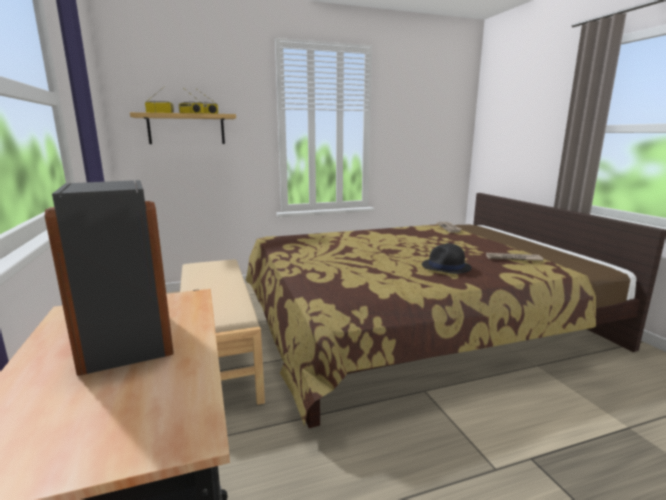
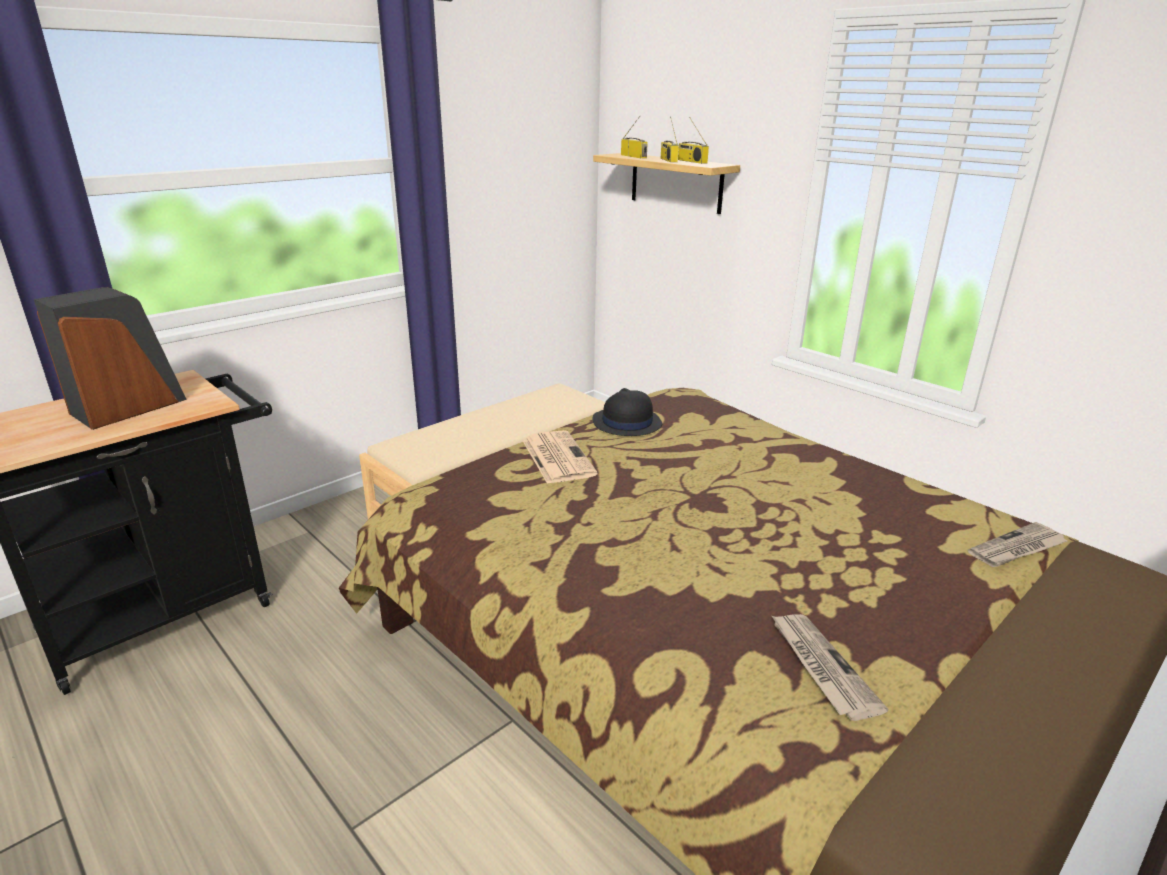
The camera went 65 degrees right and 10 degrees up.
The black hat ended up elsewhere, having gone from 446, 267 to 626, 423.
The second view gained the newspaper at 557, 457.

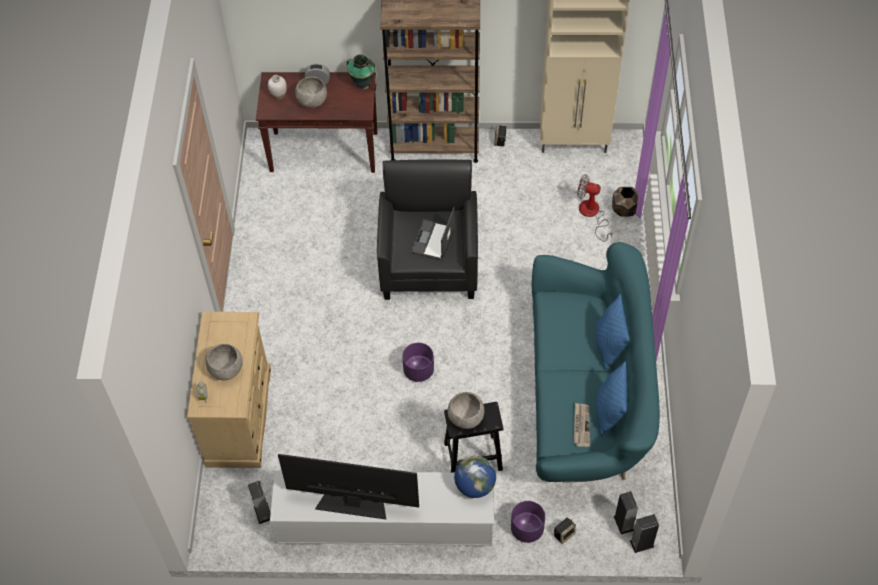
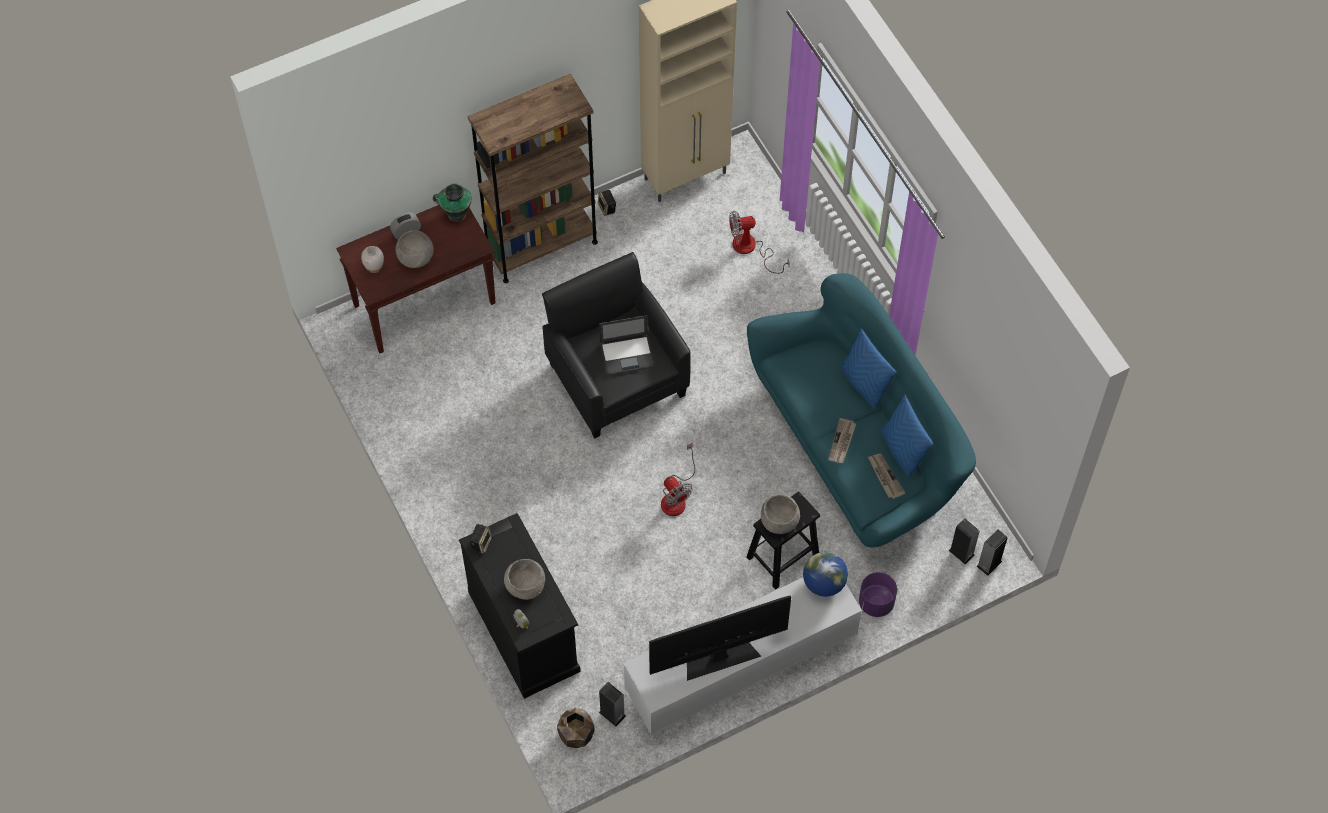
The camera went 30 degrees left and 5 degrees up.
What was the beige dresser at 239, 416 turned into the black dresser at 524, 631.
Where the purple planter stood at 419, 370, the cooling fan came to stand at 676, 496.
The notebook computer at 433, 241 ended up facing another way, 90 degrees counterclockwise from before.
The audio speaker ended up elsewhere, having gone from 564, 534 to 481, 542.
The brownish planter ended up elsewhere, having gone from 624, 209 to 575, 734.
The second view gained the newspaper at 842, 442.

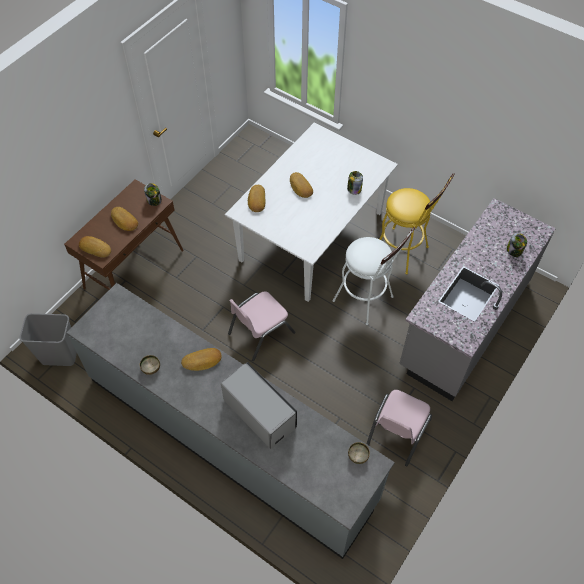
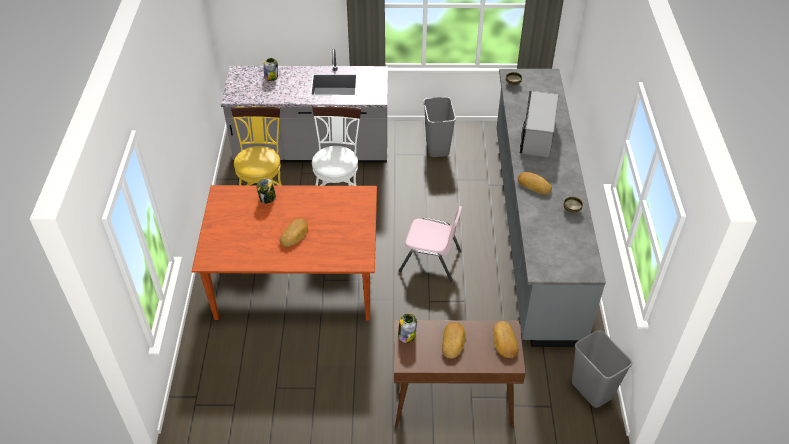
The camera went 125 degrees left and 10 degrees down.
What was the whitish dining table at 311, 235 turned into the brownish dining table at 295, 282.
The second view lost the bakery bread at 256, 200.
Where the pinkish plain chair stood at 397, 432, the greyish waste bin came to stand at 438, 148.

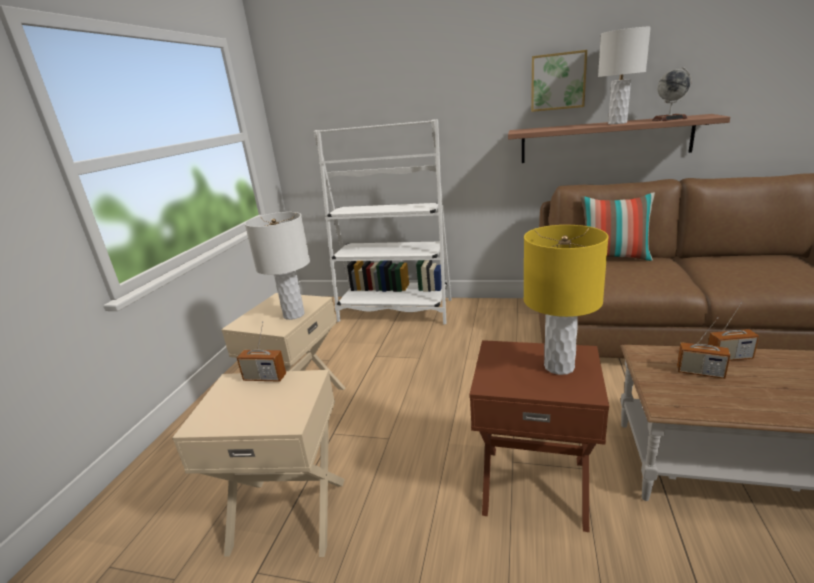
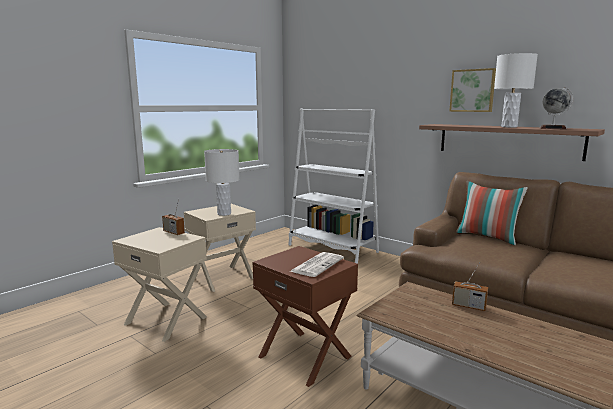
The camera went 25 degrees right and 10 degrees down.
Where the yellow-coloured table lamp stood at 558, 366, the newspaper came to stand at 317, 265.
The second view lost the radio at 700, 372.

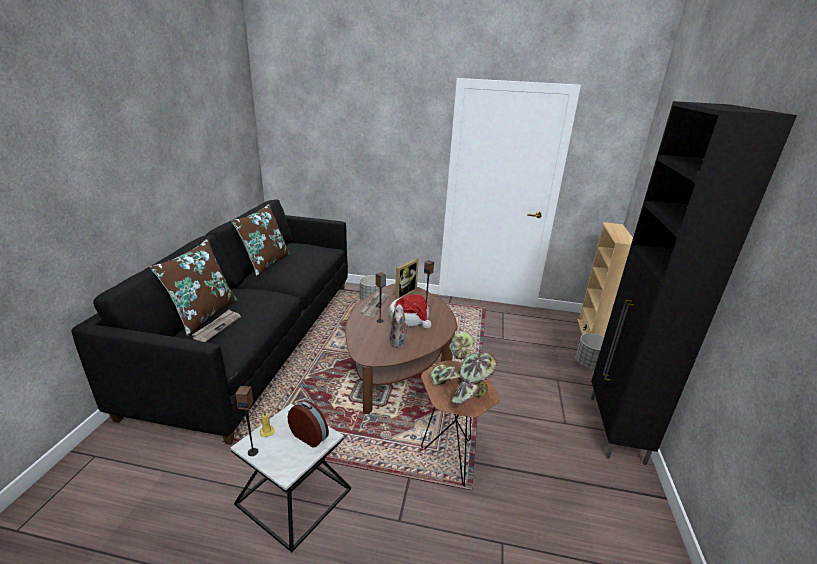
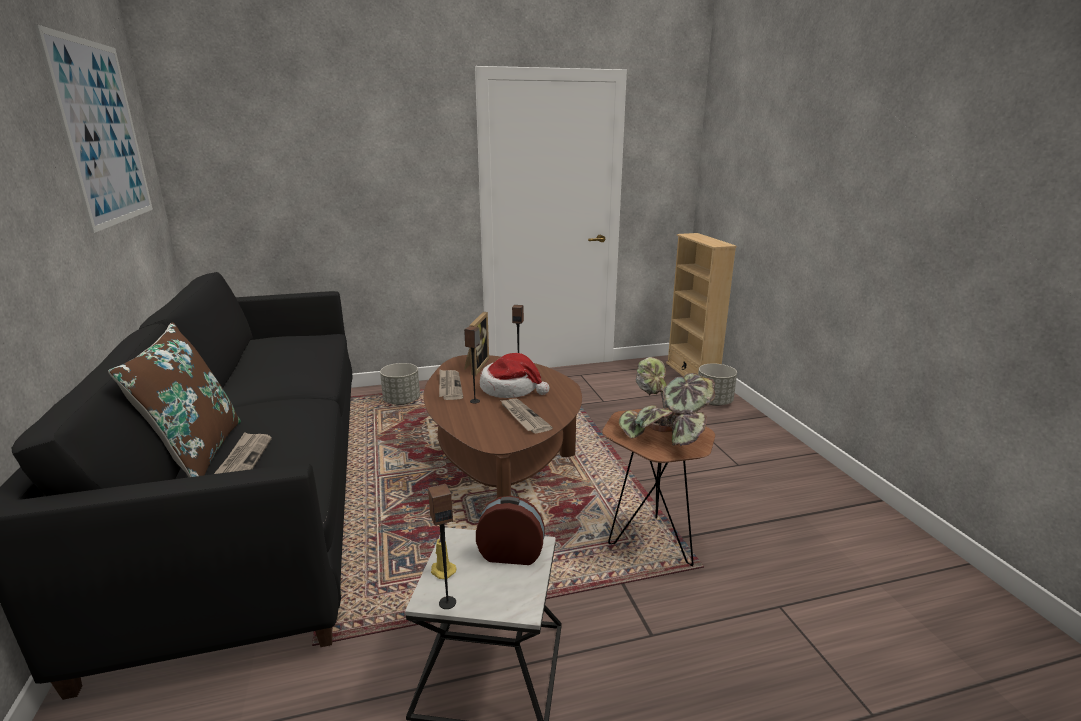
The camera went 25 degrees left and 5 degrees down.
The second view lost the brownish throw pillow at 266, 263.
Where the soft toy stood at 398, 342, the newspaper came to stand at 523, 417.
The second view lost the black storage cabinet at 615, 429.
The second view gained the wall art at 102, 133.

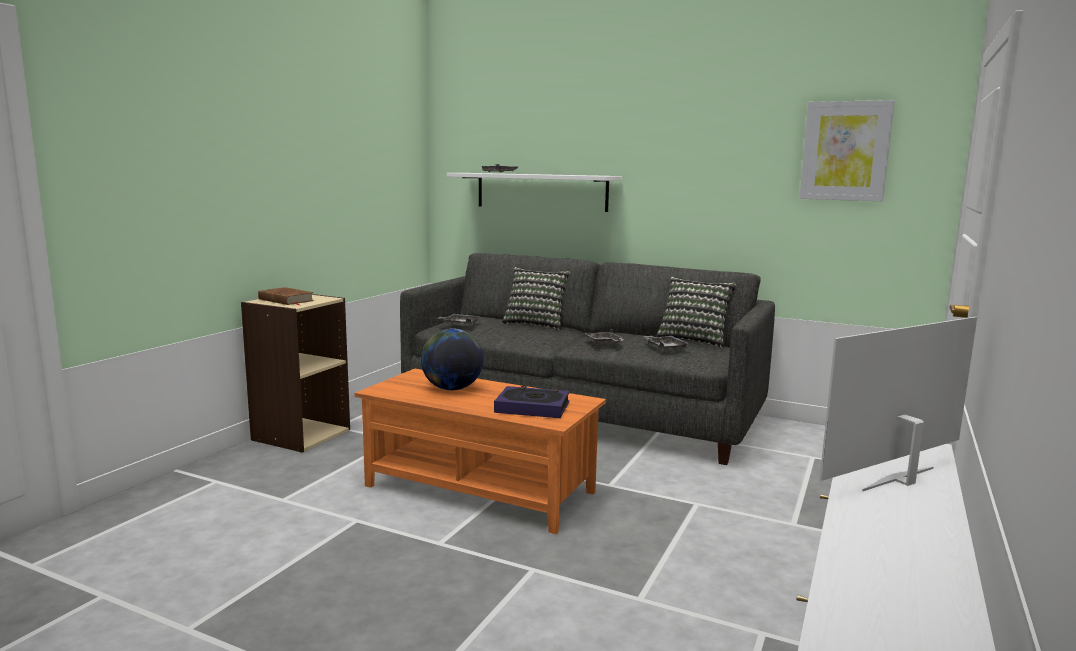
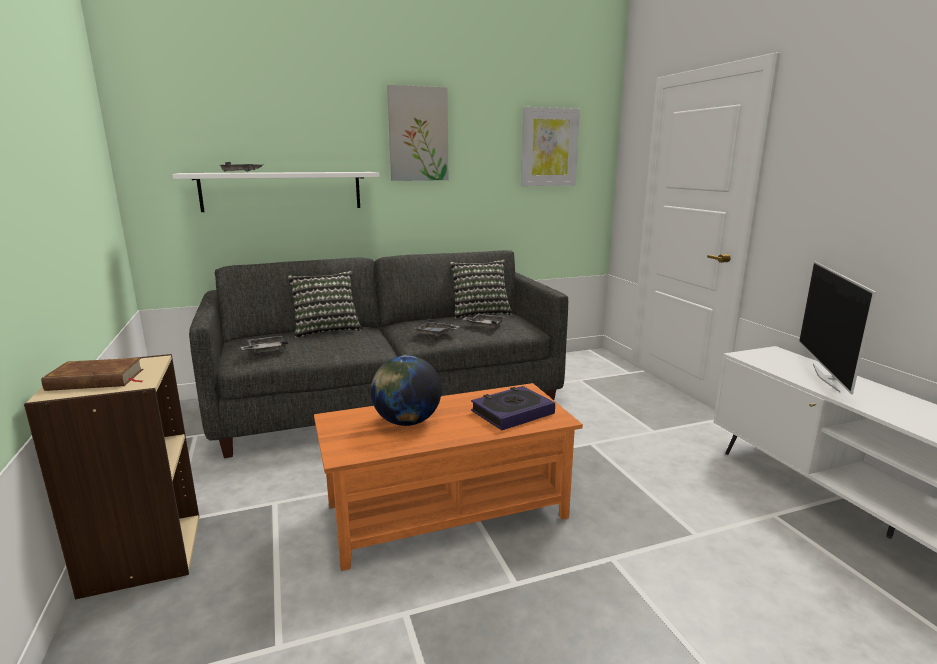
The camera went 45 degrees left and 5 degrees up.
The second view gained the wall art at 418, 134.

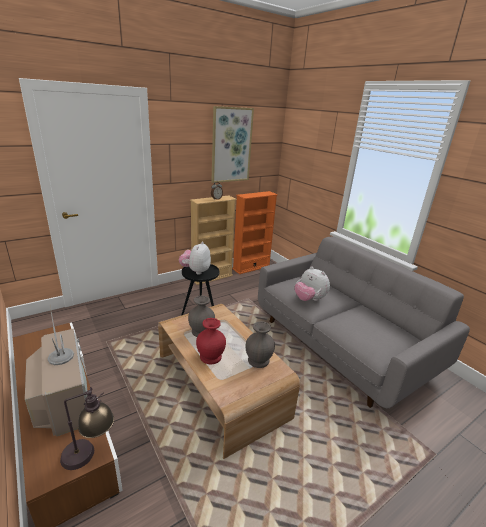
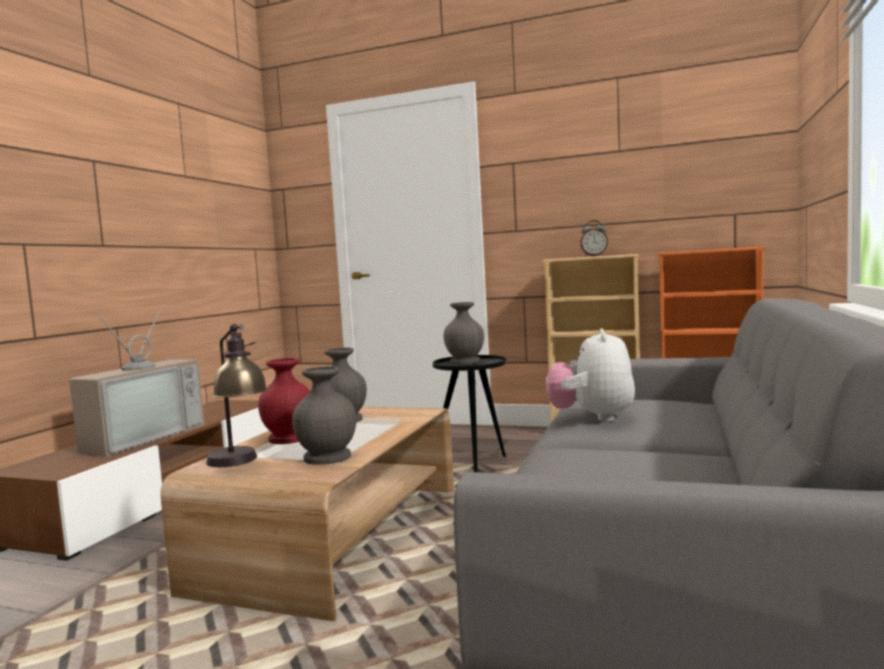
The camera went 55 degrees right and 20 degrees down.
The table lamp ended up elsewhere, having gone from 90, 454 to 239, 463.
Where the soft toy stood at 195, 271, the greyish flower vase came to stand at 465, 361.
The second view lost the wall art at 231, 145.

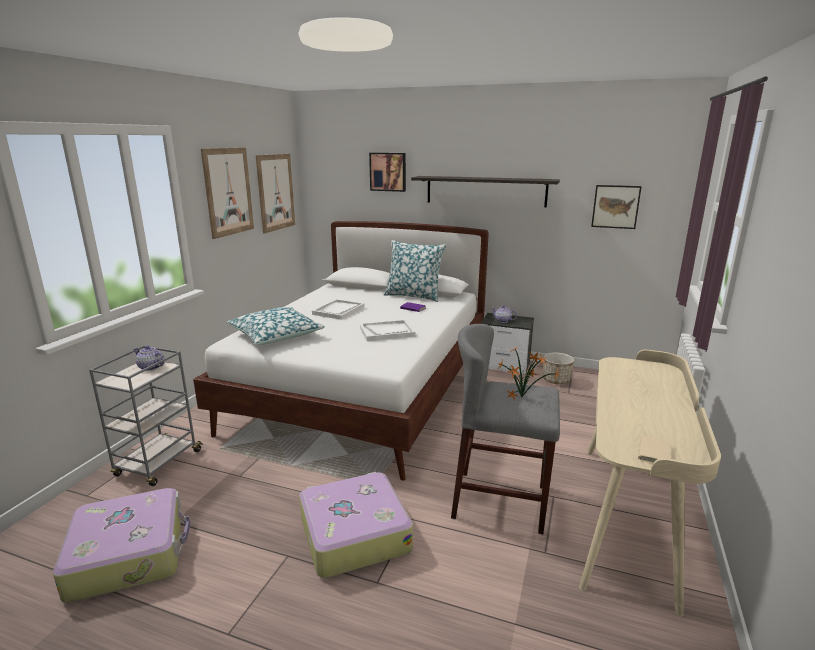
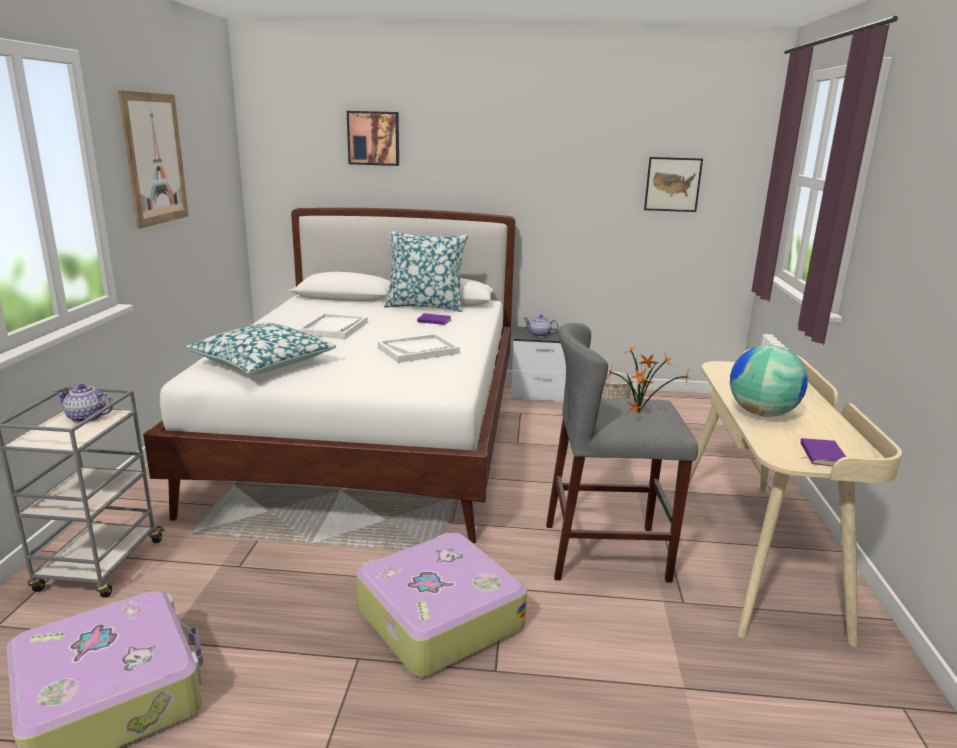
The camera went 15 degrees left and 0 degrees up.
The second view lost the wall art at 276, 192.
The second view lost the bracket shelf at 485, 191.
What was the beige volume at 652, 452 turned into the purple volume at 820, 455.
The second view gained the desk globe at 761, 413.

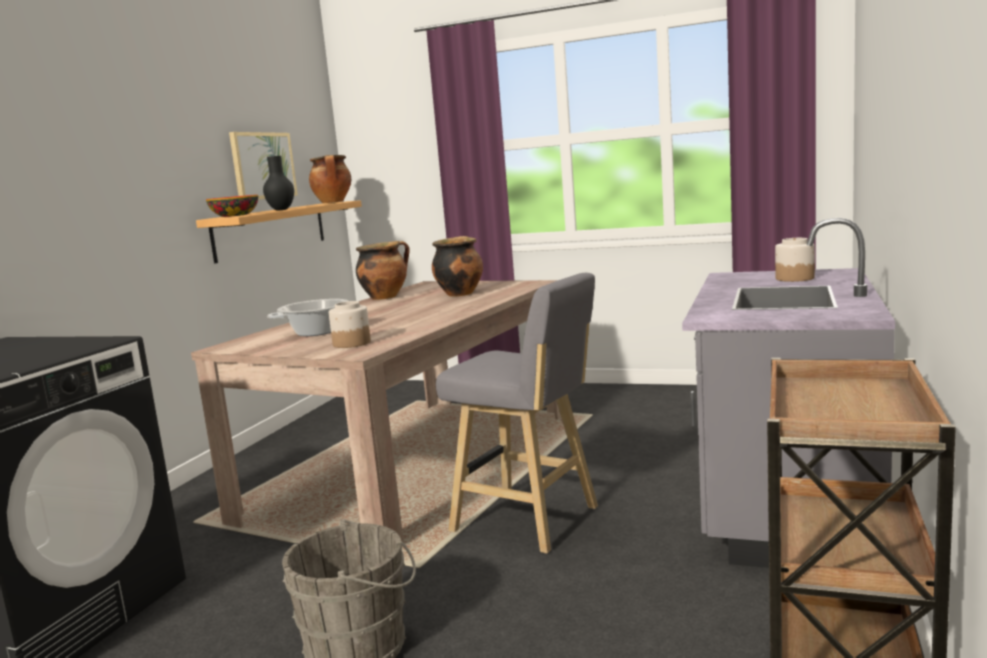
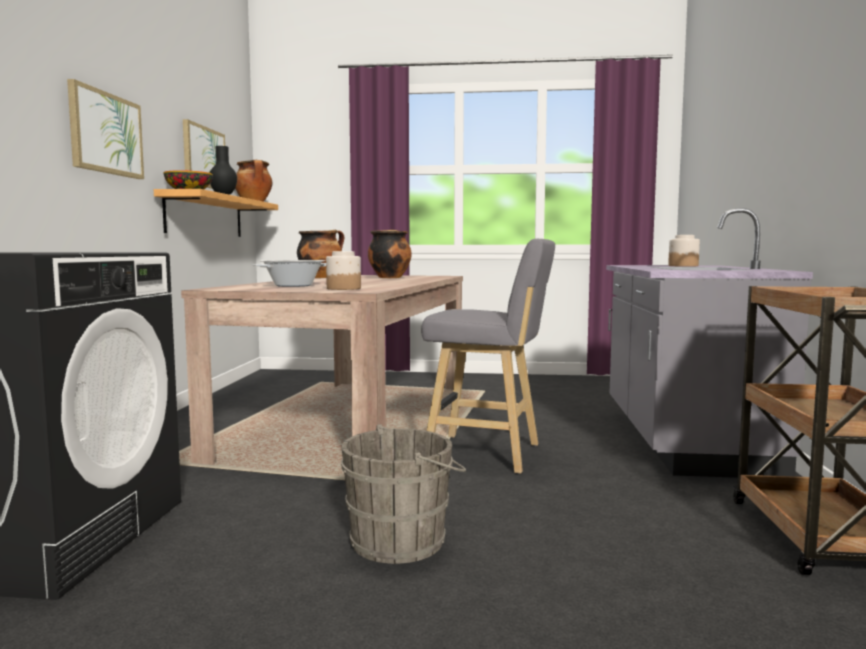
The camera went 15 degrees left and 5 degrees down.
The second view gained the wall art at 106, 133.

